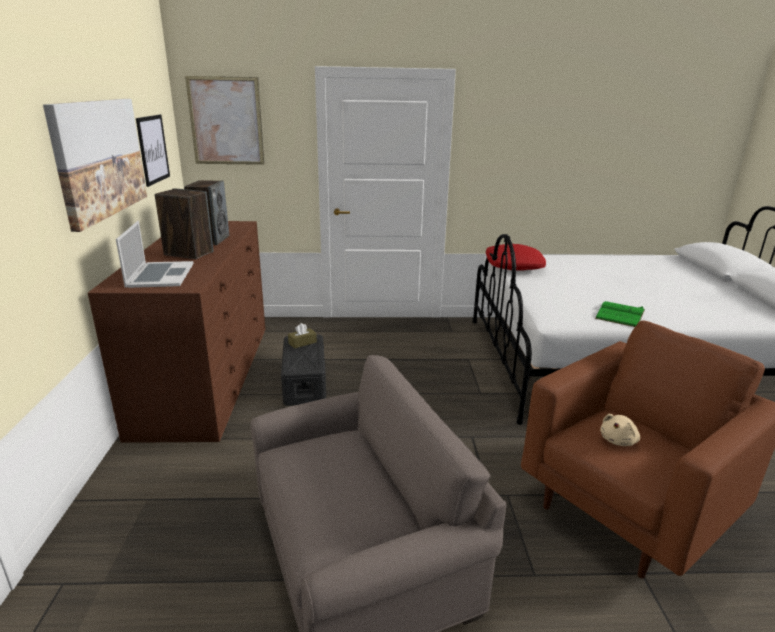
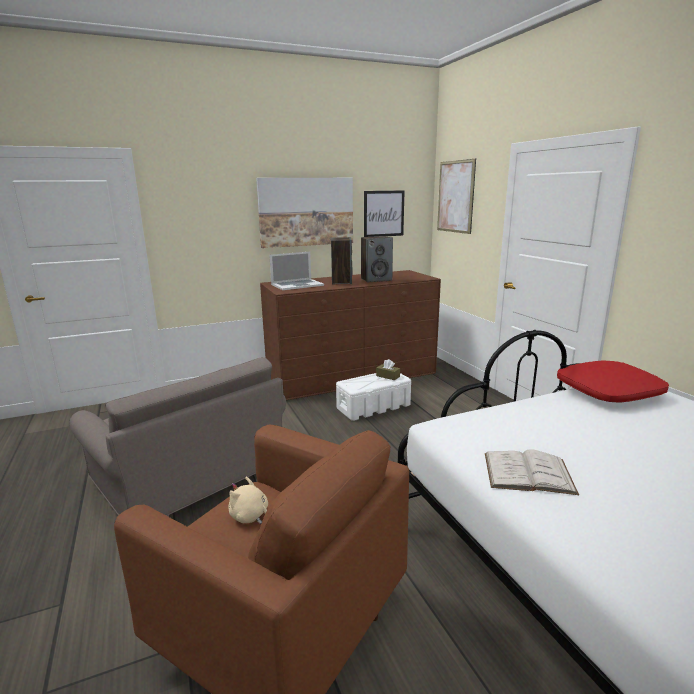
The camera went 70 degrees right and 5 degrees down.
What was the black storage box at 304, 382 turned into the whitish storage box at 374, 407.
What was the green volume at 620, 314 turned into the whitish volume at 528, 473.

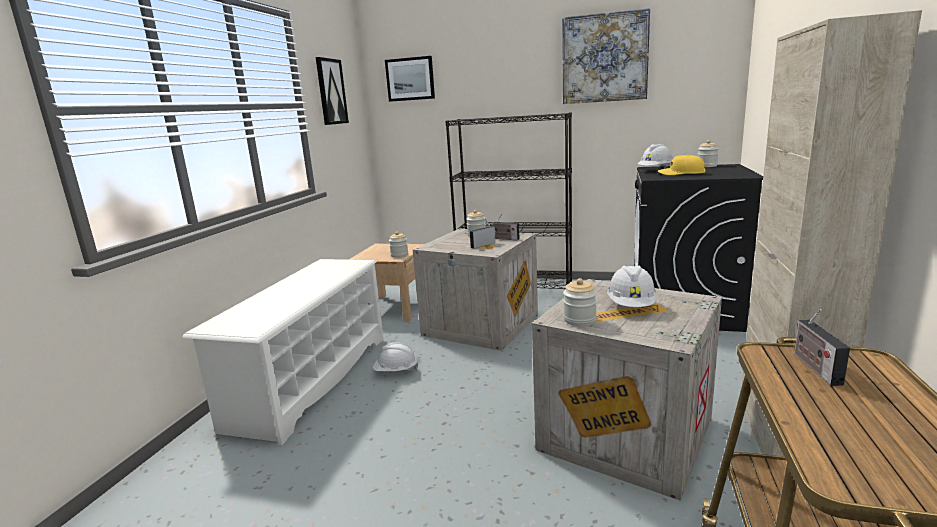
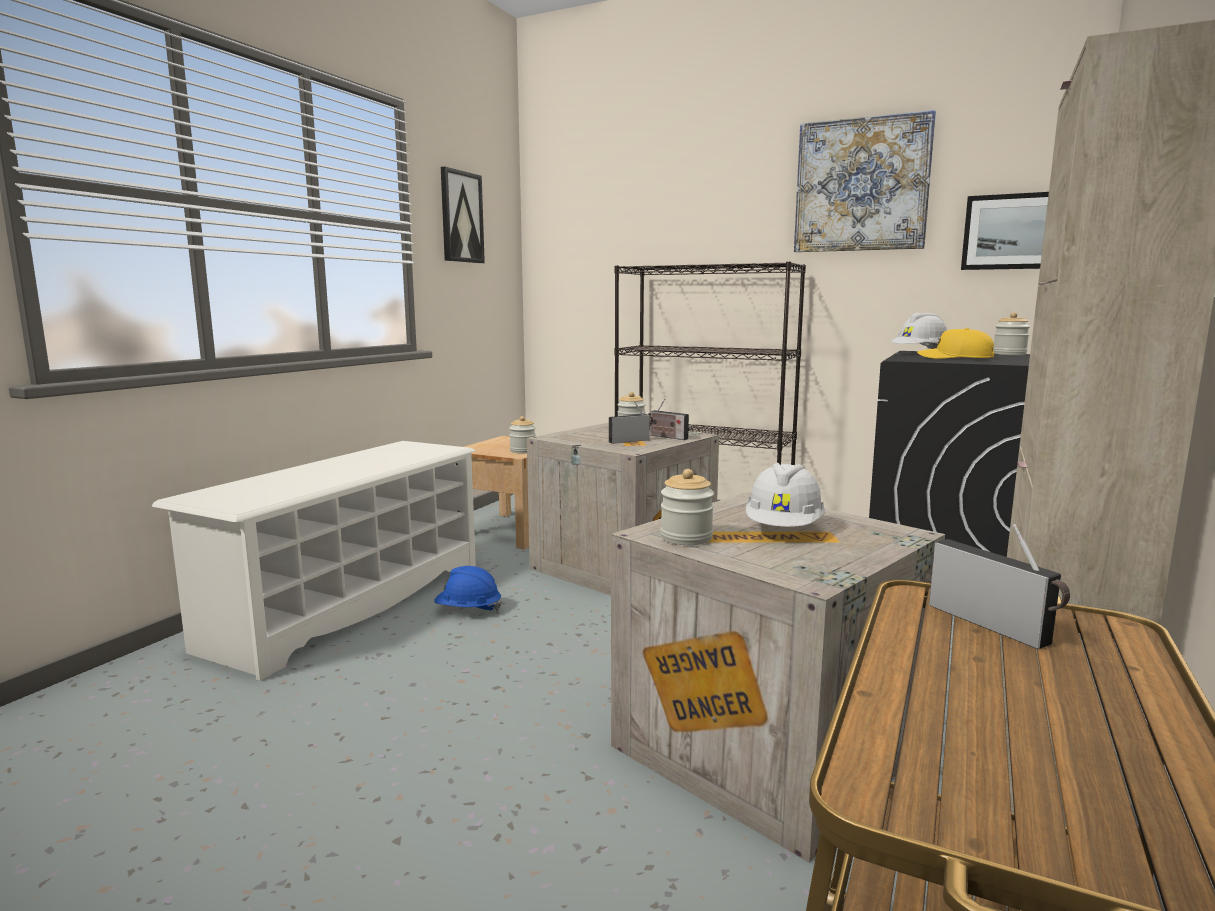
The camera went 10 degrees right and 5 degrees down.
What was the whitish safety helmet at 396, 371 turned into the blue safety helmet at 468, 610.
The wall art ended up elsewhere, having gone from 410, 79 to 1012, 232.
The radio at 814, 367 ended up facing another way, 135 degrees clockwise from before.

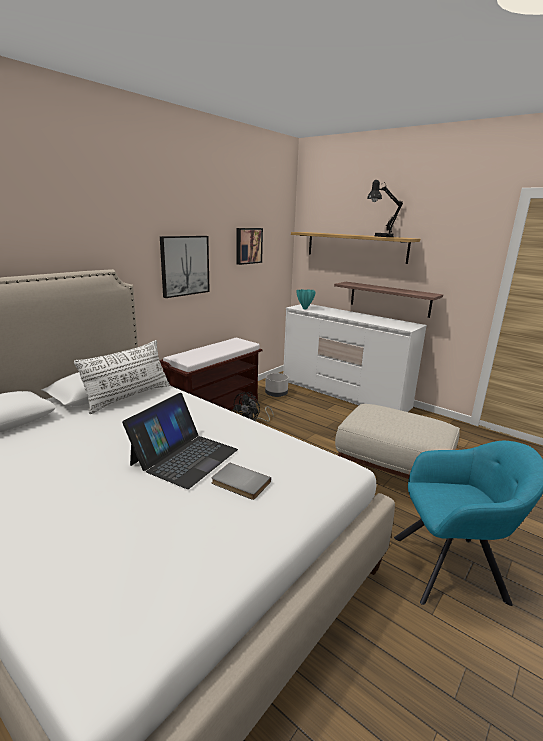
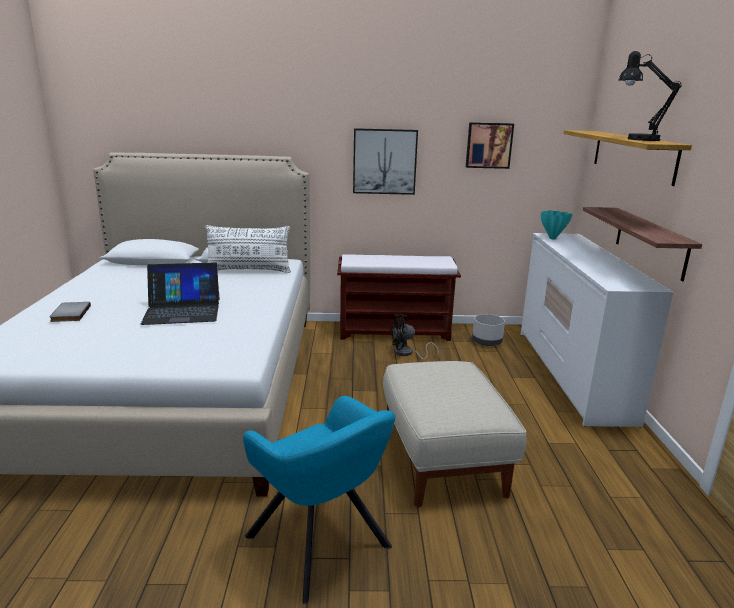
The camera went 50 degrees right and 0 degrees up.
The greyish volume ended up elsewhere, having gone from 239, 483 to 69, 313.

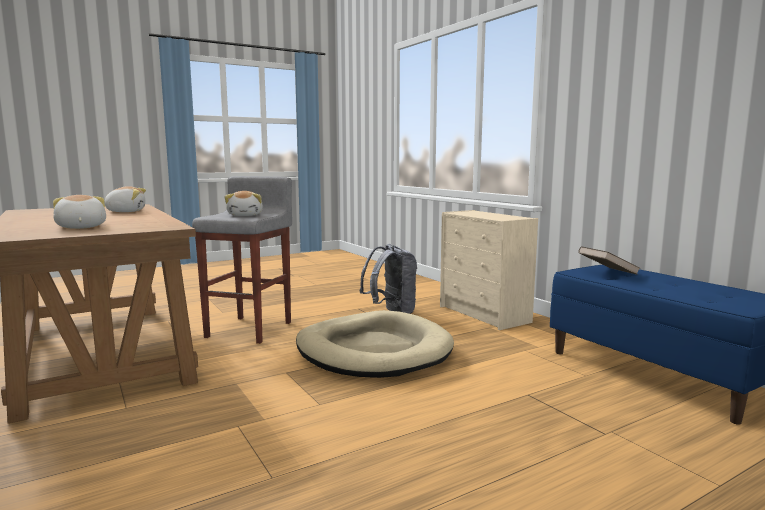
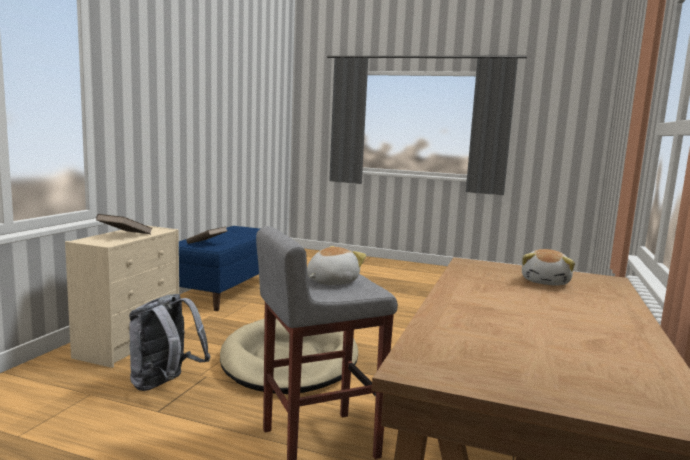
The camera went 130 degrees left and 0 degrees up.
The second view lost the soft toy at 126, 211.
The second view gained the brownish volume at 125, 235.

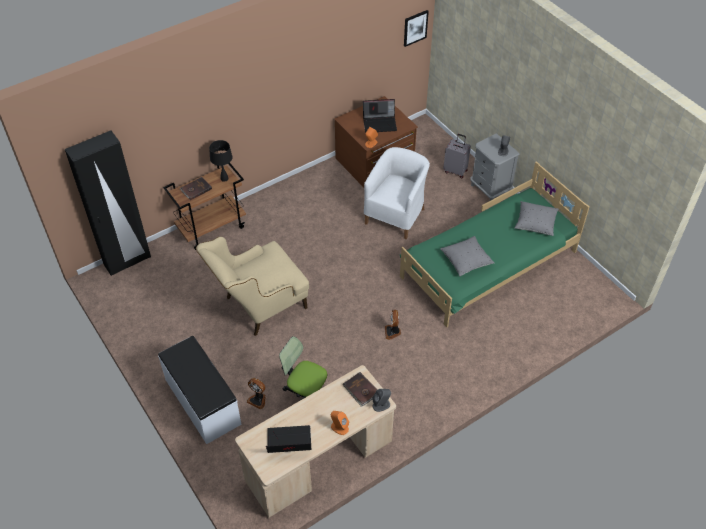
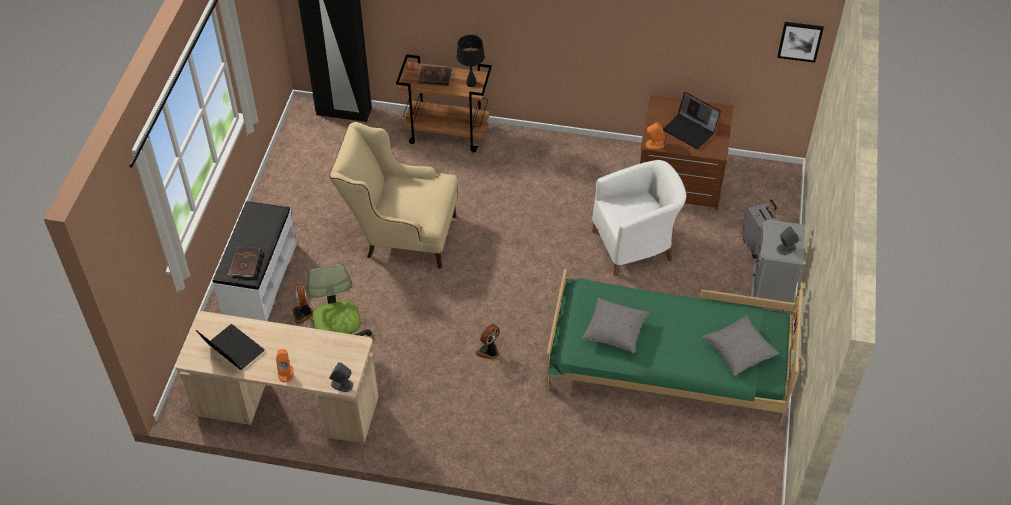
The camera went 45 degrees right and 0 degrees up.
The brownish volume ended up elsewhere, having gone from 361, 390 to 245, 263.

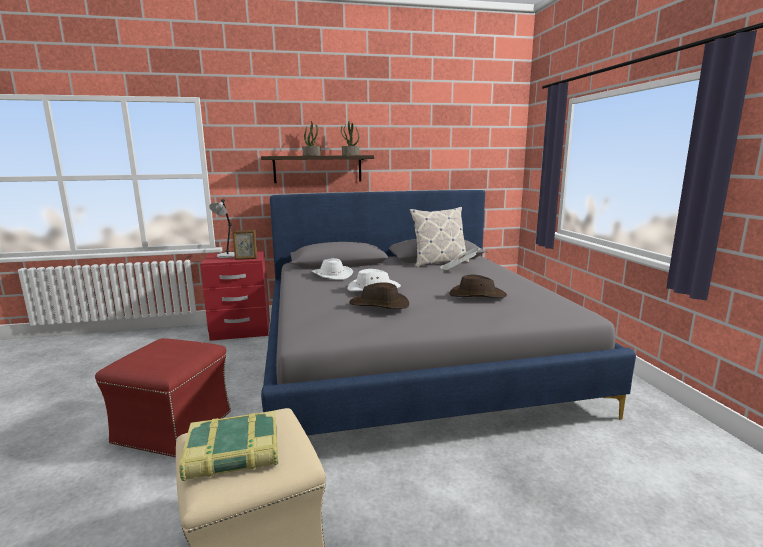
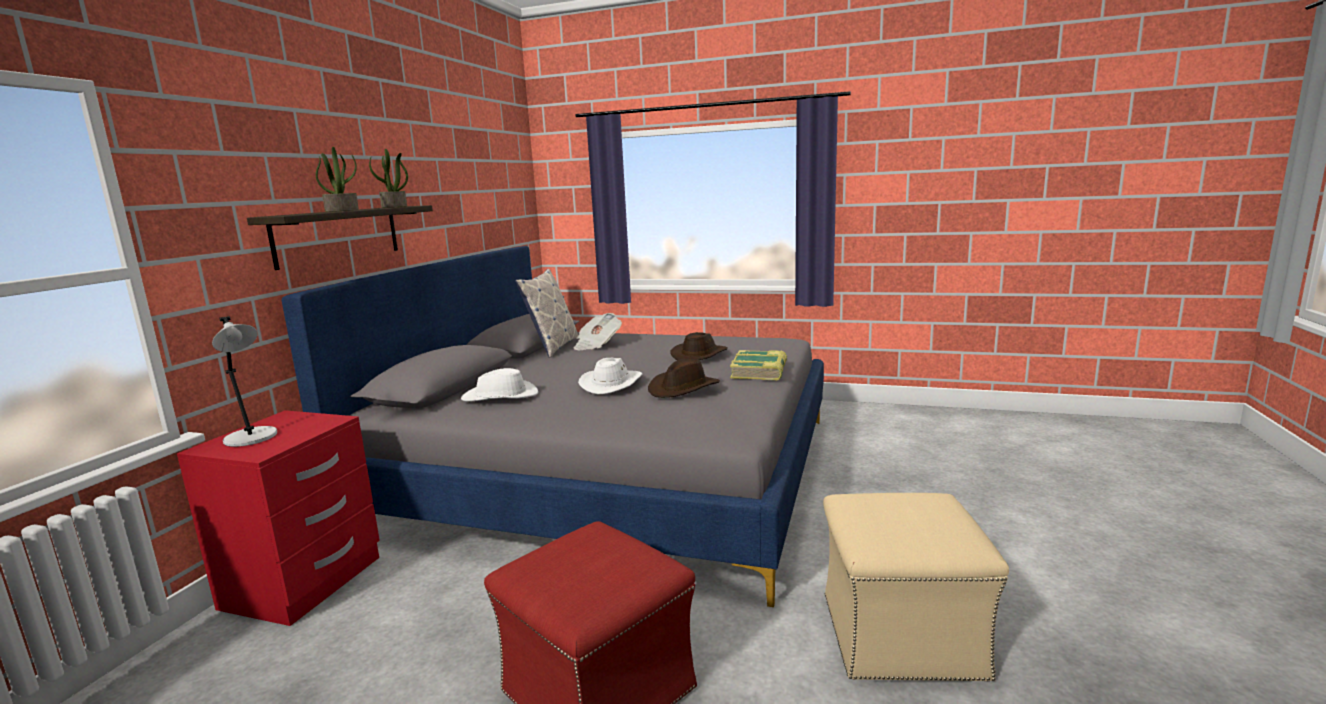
The camera went 60 degrees left and 0 degrees up.
The volume ended up elsewhere, having gone from 233, 453 to 759, 371.
The second view lost the standing frame at 246, 259.

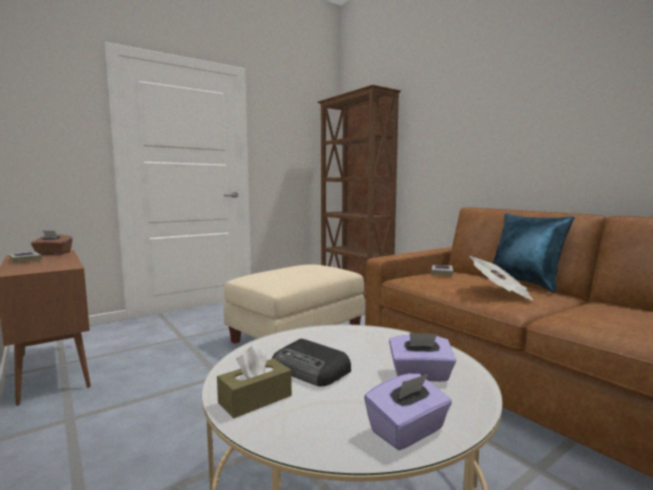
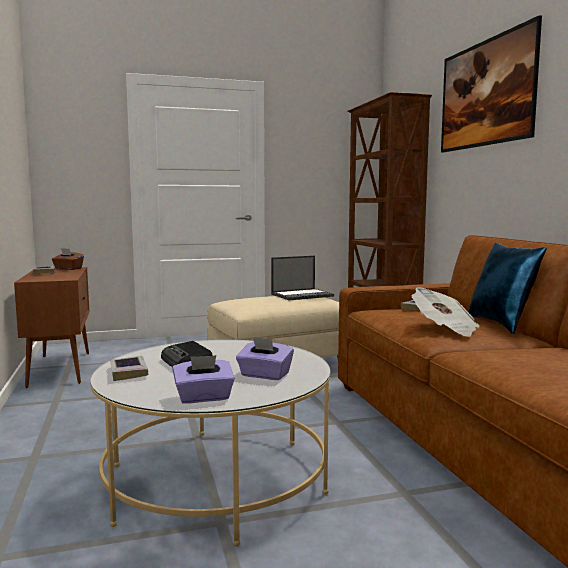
The camera went 20 degrees right and 0 degrees up.
Where the brownish box of tissues stood at 255, 399, the volume came to stand at 129, 372.
The second view gained the notebook computer at 302, 295.
The second view gained the wall art at 484, 120.

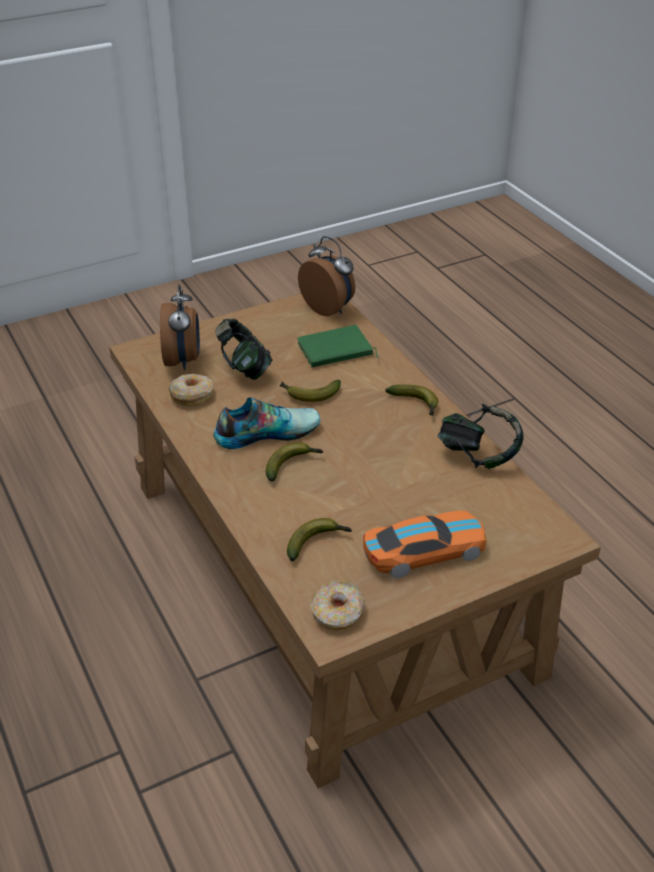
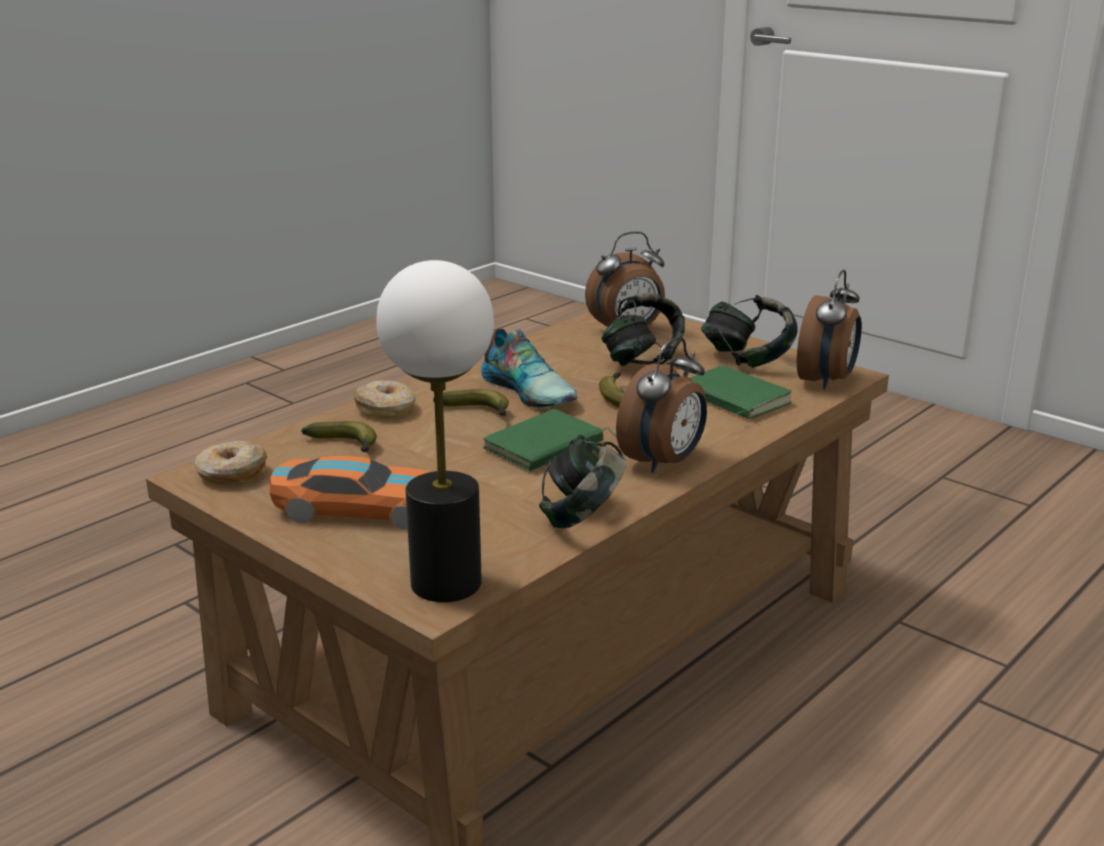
The camera went 70 degrees right and 15 degrees down.
The donut ended up elsewhere, having gone from 192, 395 to 386, 409.
The model car at 424, 551 ended up facing another way, 45 degrees counterclockwise from before.
Where the banana stood at 416, 404, the bedside clock came to stand at 664, 462.
The second view gained the table lamp at 445, 583.
The second view gained the green volume at 546, 447.
The second view gained the headset at 747, 360.

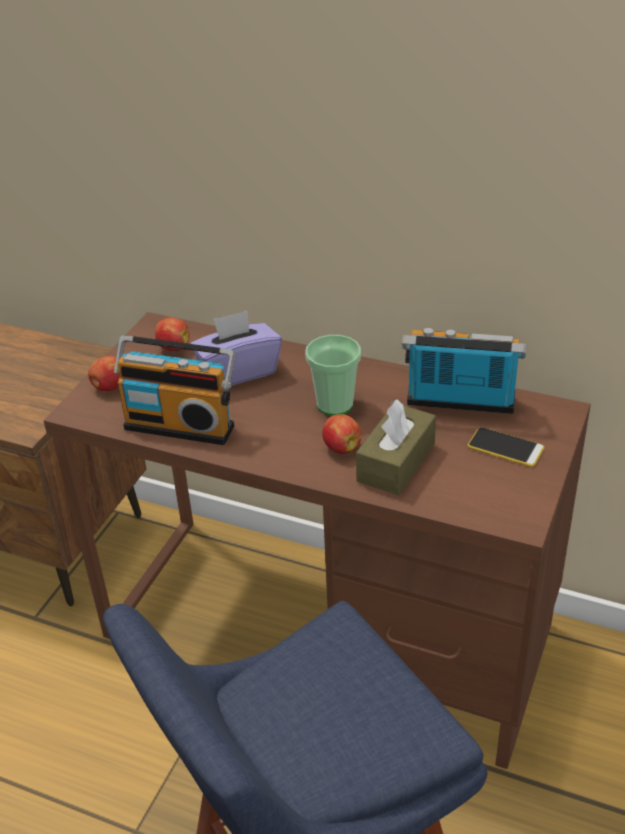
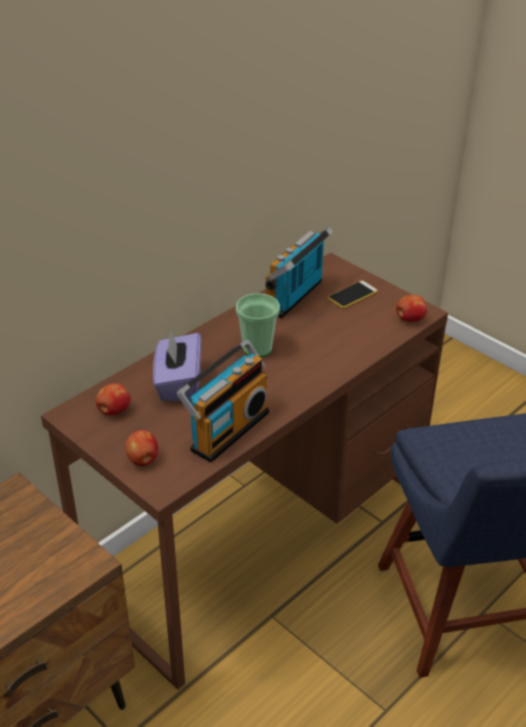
The camera went 70 degrees left and 0 degrees up.
The apple fruit ended up elsewhere, having gone from 341, 447 to 409, 319.
The second view lost the brownish box of tissues at 396, 462.

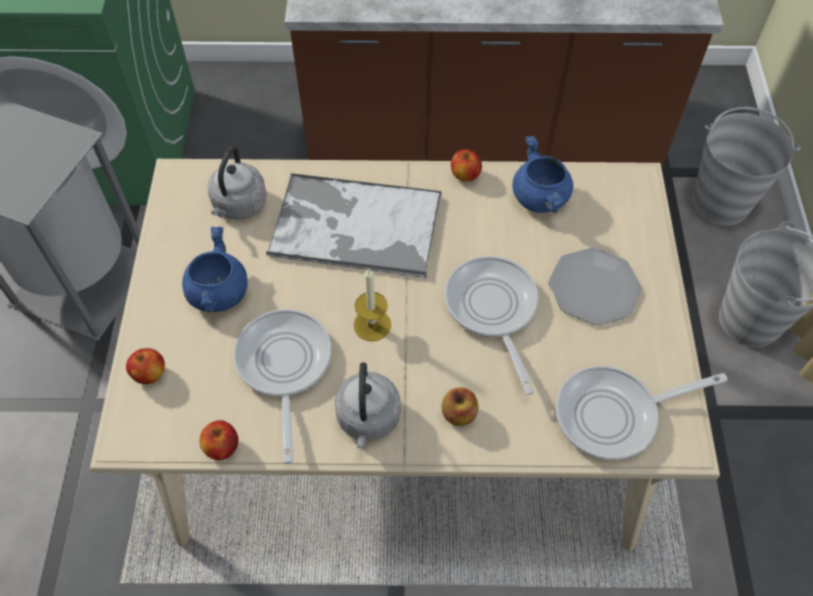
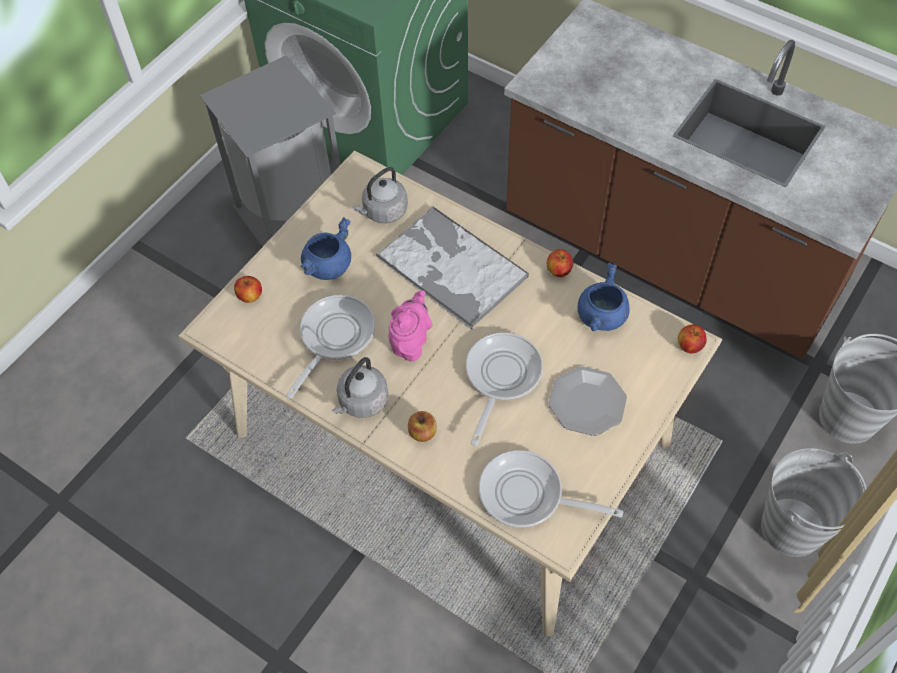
The camera went 35 degrees right and 0 degrees up.
The apple fruit ended up elsewhere, having gone from 222, 448 to 689, 346.
Where the wax light stood at 372, 325, the pinkish pot for tea came to stand at 411, 342.

